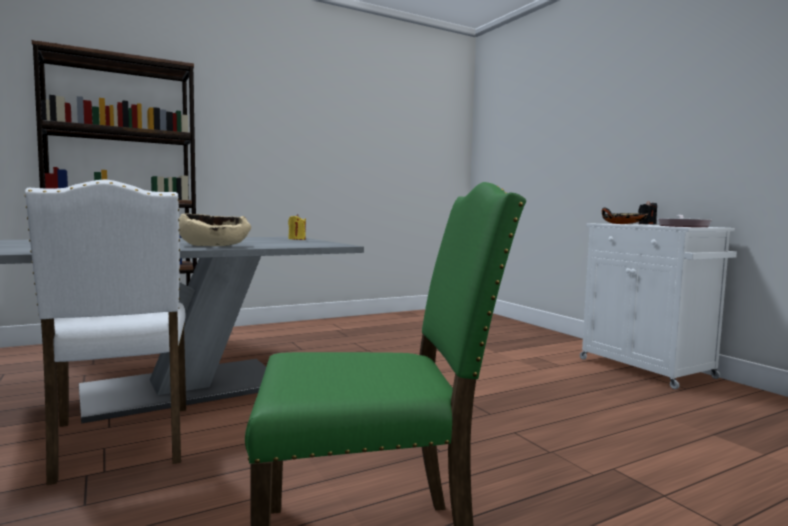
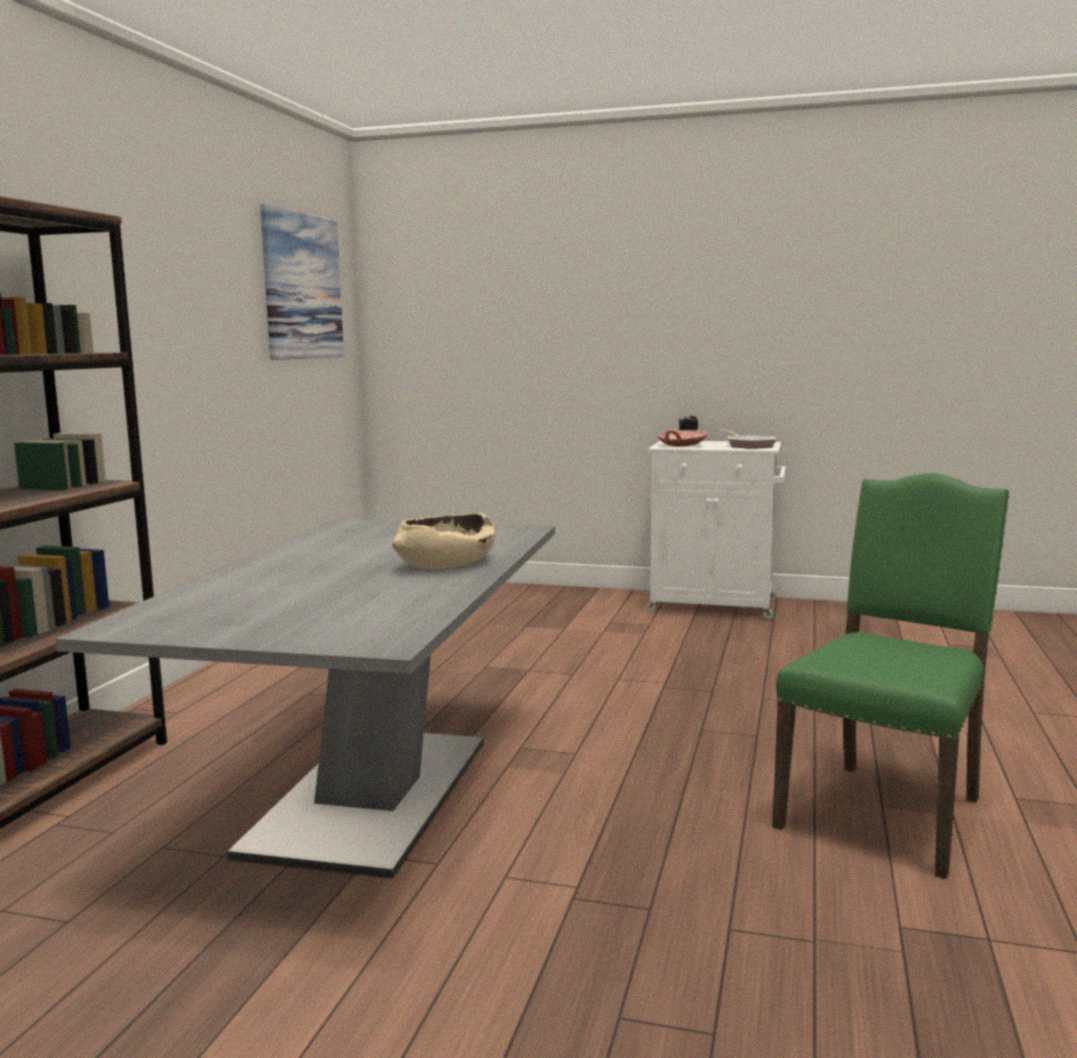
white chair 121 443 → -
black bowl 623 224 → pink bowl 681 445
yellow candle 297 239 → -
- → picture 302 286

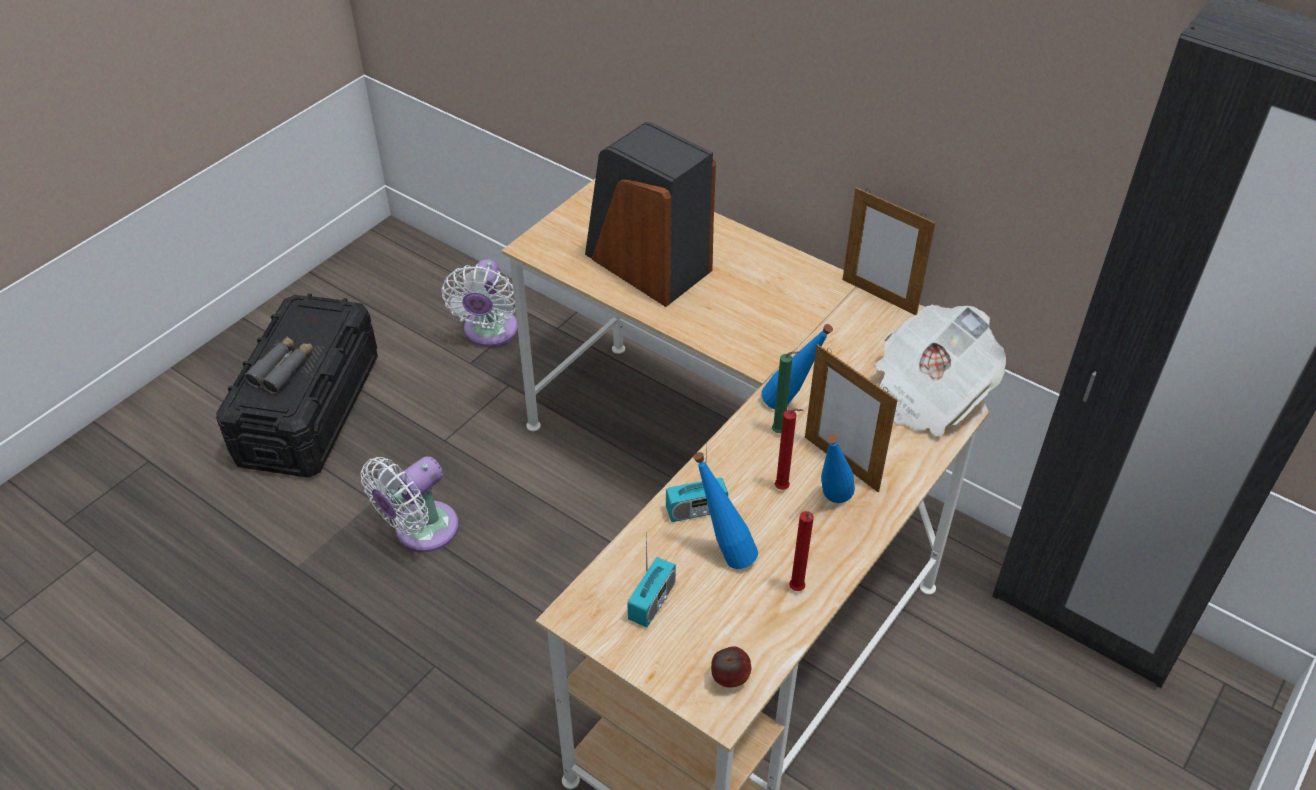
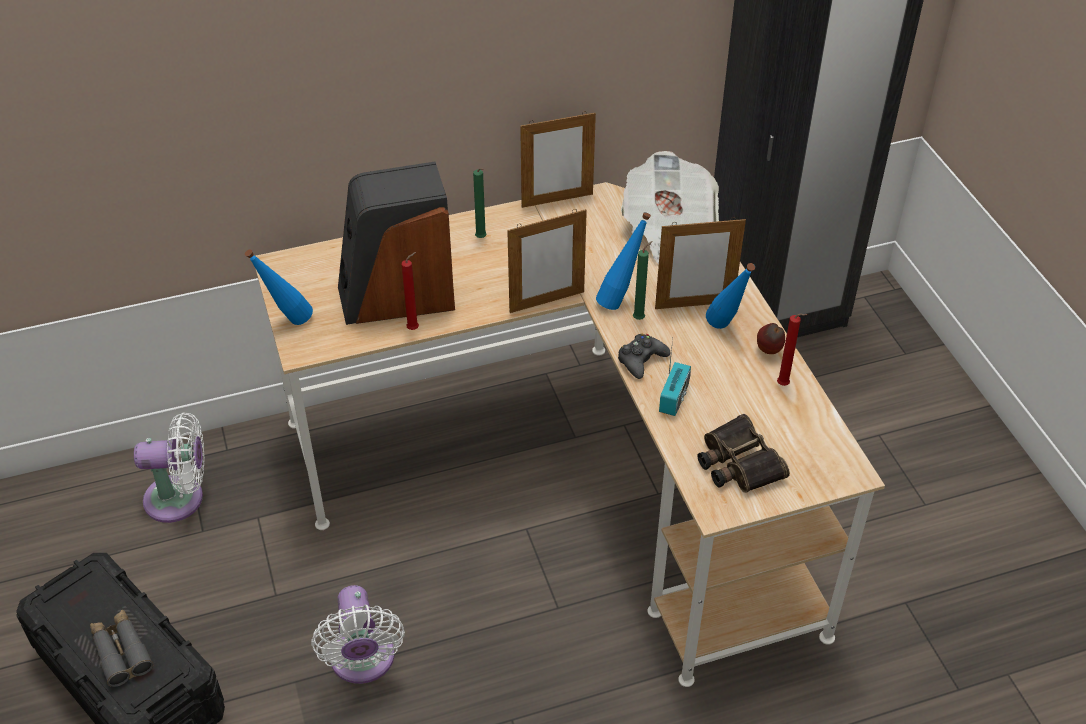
white fan 489 333 → white fan 180 499, 45 degrees counterclockwise
red candle 783 489 → red candle 415 328, relocated
blue bottle 723 553 → blue bottle 287 322, relocated
radio 652 602 → binoculars 737 463
apple 729 680 → apple 769 351, relocated
- → green candle 481 239
- → picture frame 547 302
- → black game controller 641 360

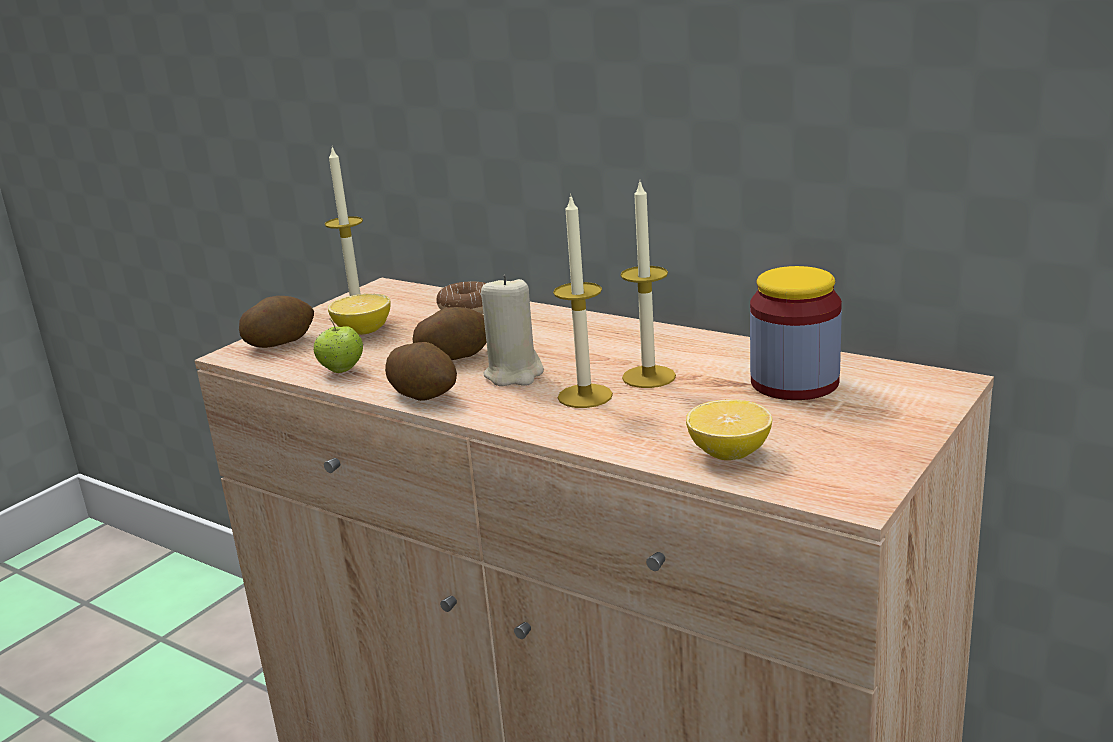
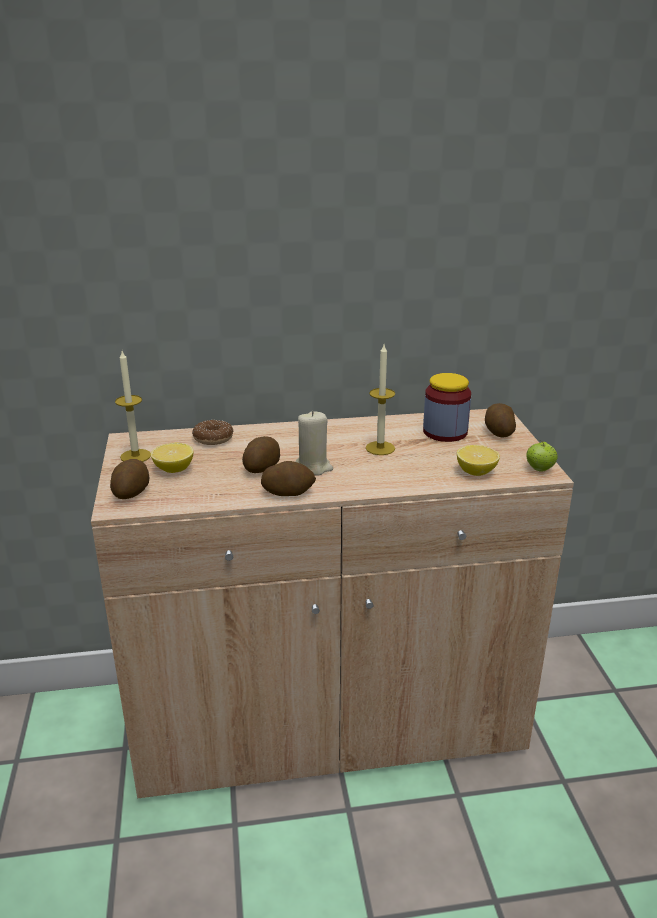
candle 585 396 → -
apple 342 370 → apple 540 469, relocated
- → potato 498 432

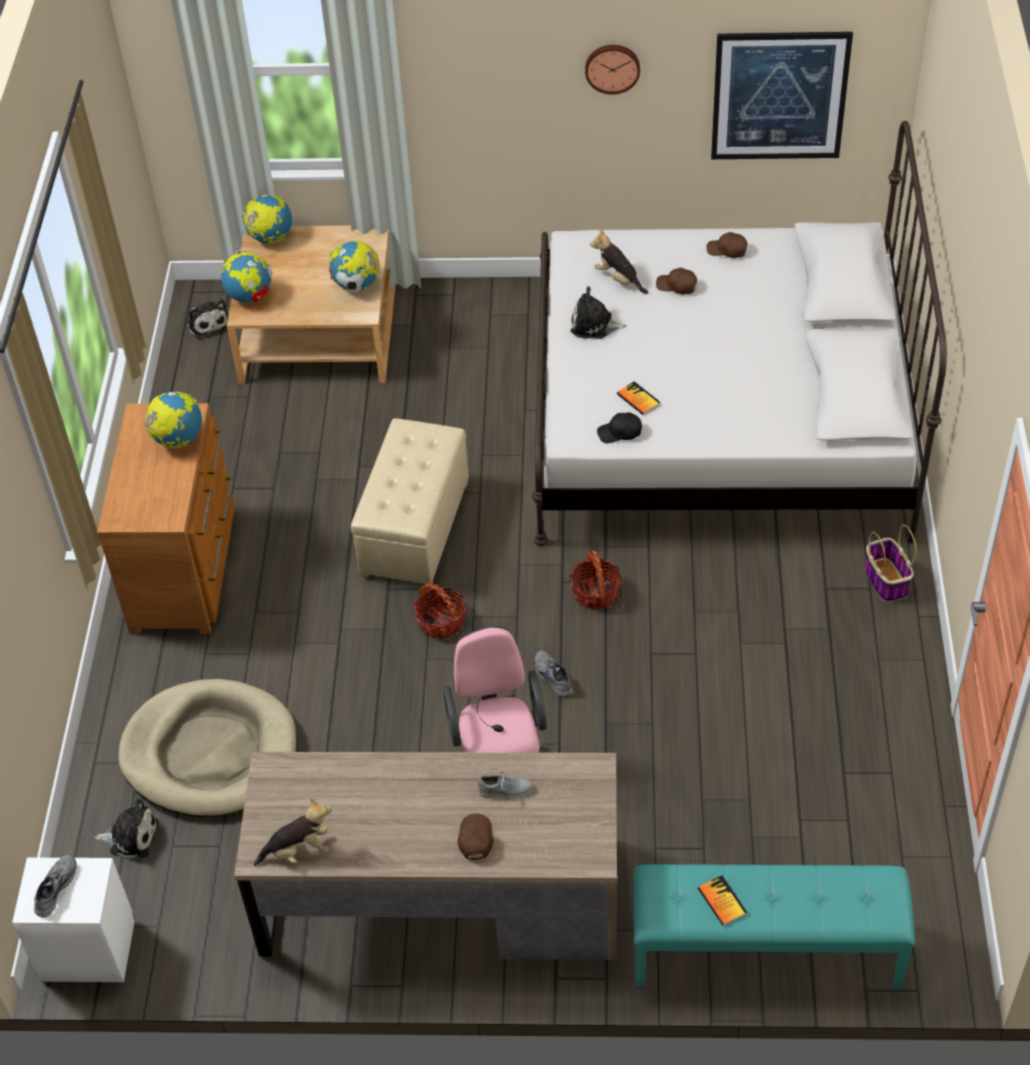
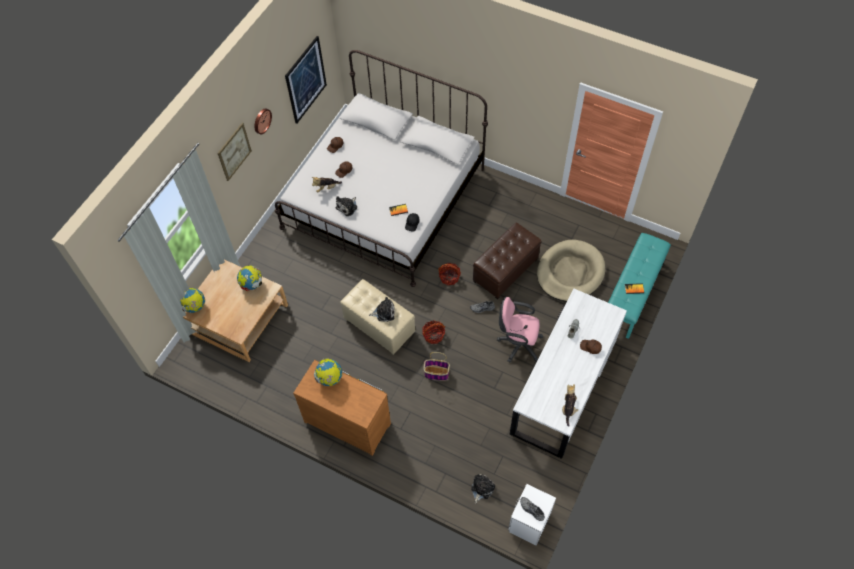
globe 250 297 → -
plush toy 207 323 → plush toy 384 312, relocated
basket 885 580 → basket 436 373, relocated
beige dog bed 210 753 → beige dog bed 570 272, relocated
brown desk 440 897 → white desk 564 386
- → picture 234 151
- → brown ottoman 506 270

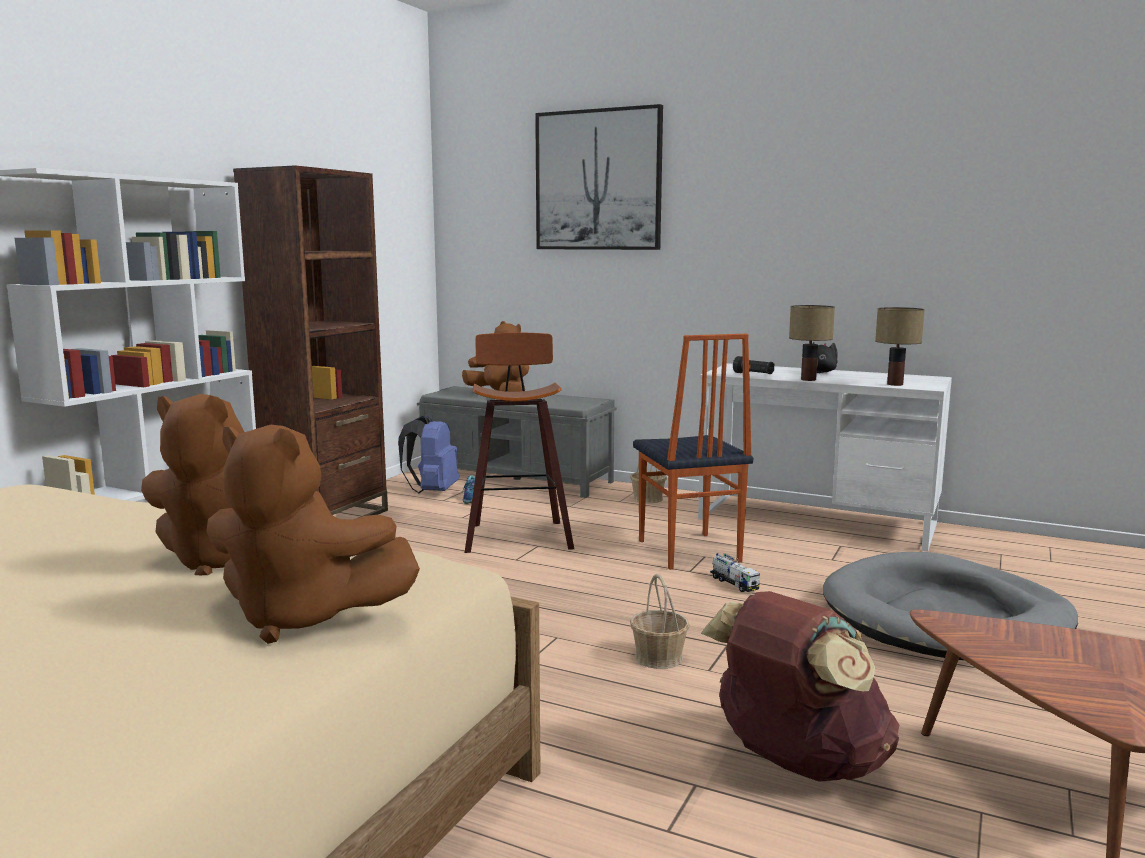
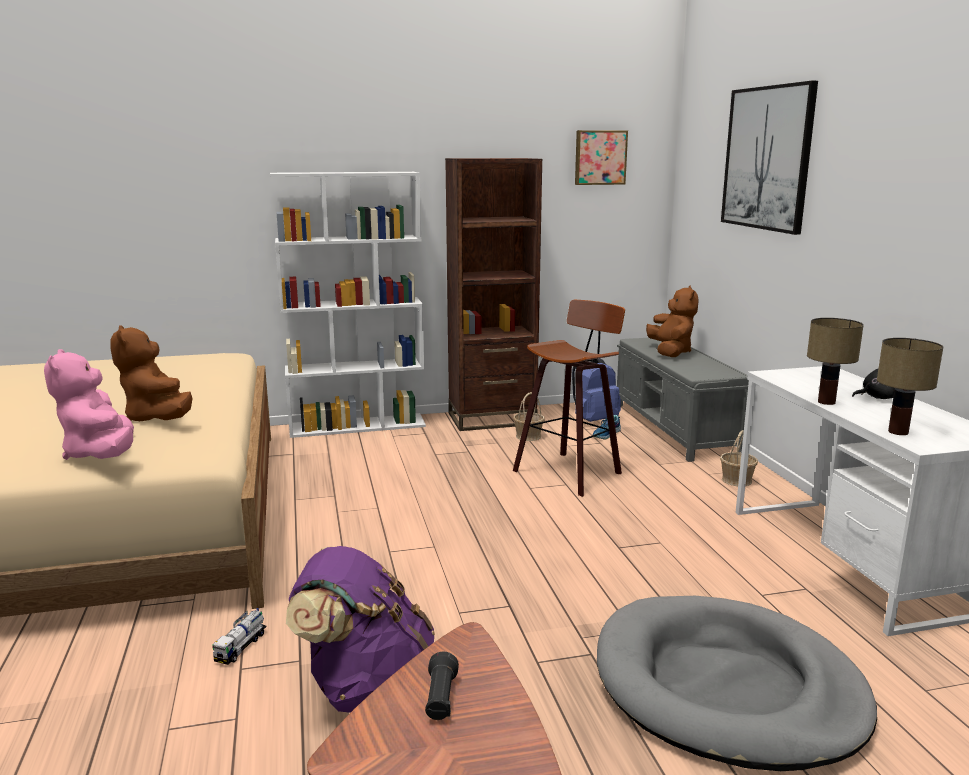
chair 687 551 → -
black flashlight 753 374 → black flashlight 440 699, relocated
brown plush toy 303 617 → pink plush toy 101 454
toy truck 734 583 → toy truck 241 647, relocated
basket 658 658 → basket 528 436, relocated
brown backpack 796 763 → purple backpack 365 688
- → picture 600 157

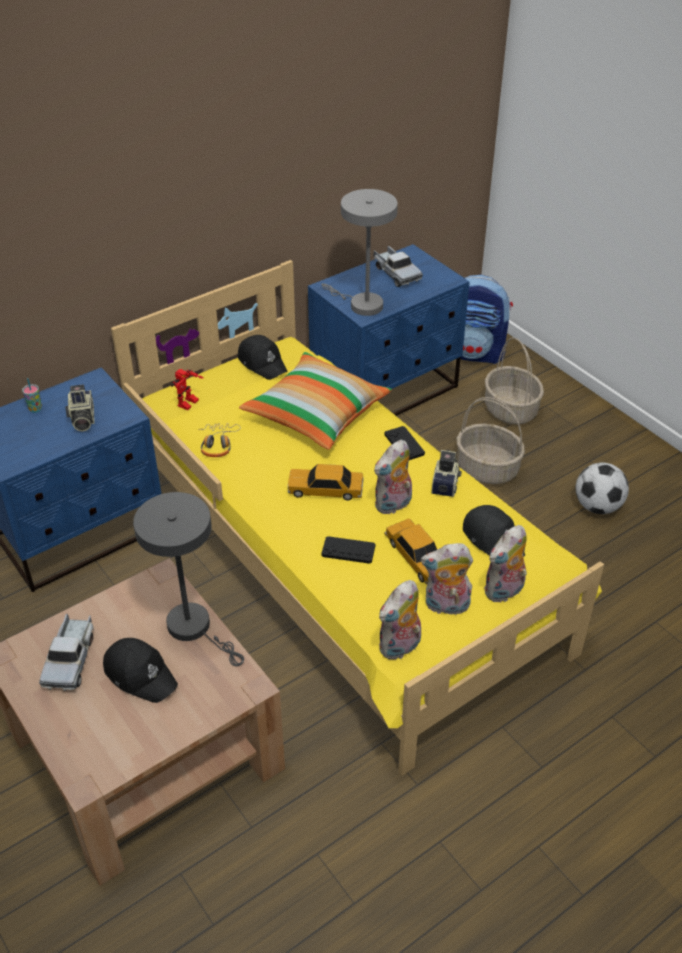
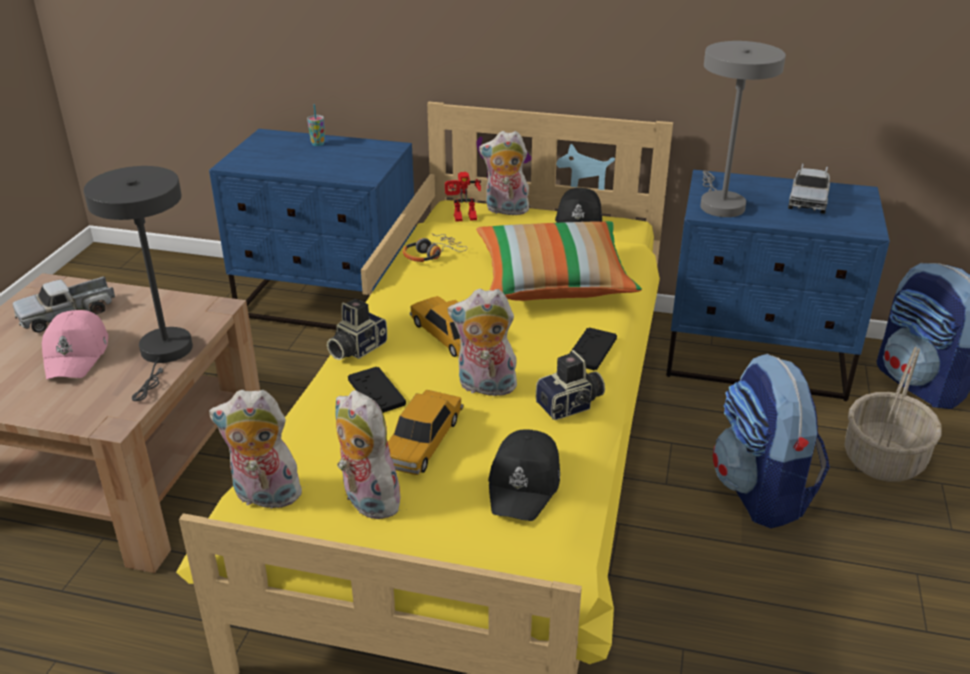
photo camera 82 419 → photo camera 356 348, relocated
basket 488 469 → backpack 761 492
football 597 506 → -
plush toy 504 592 → plush toy 505 210, relocated
black cap 140 674 → pink cap 77 355

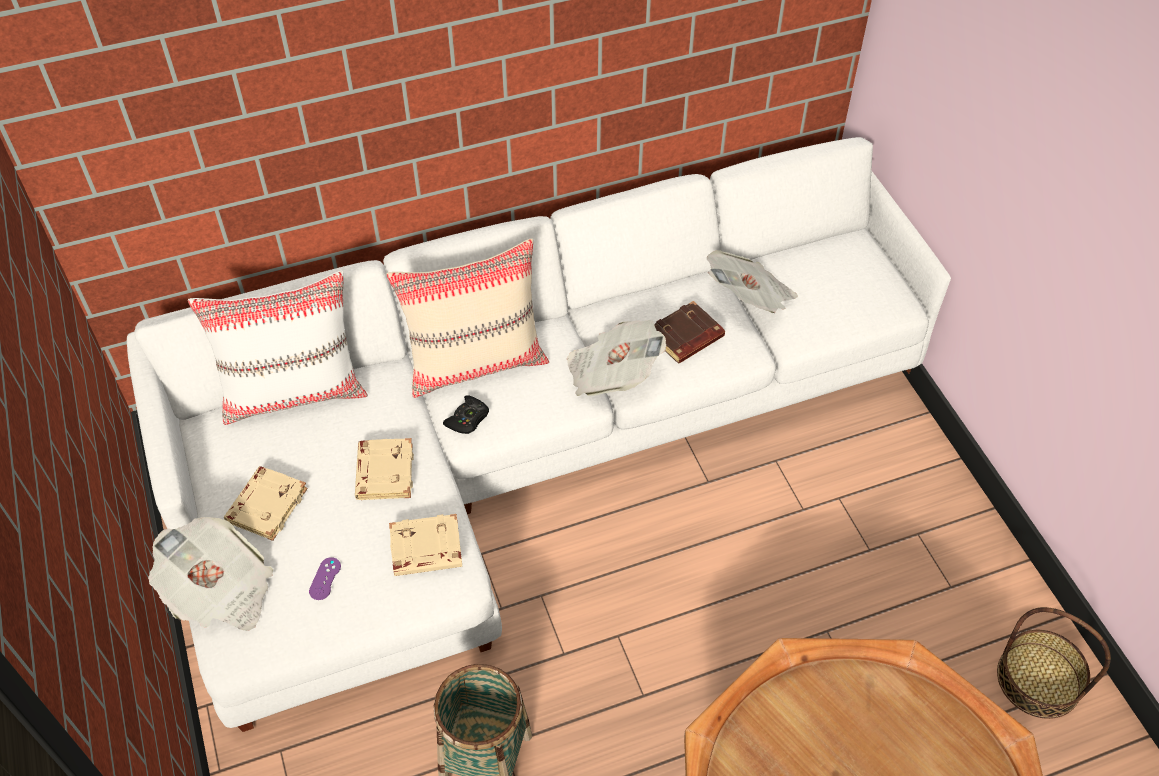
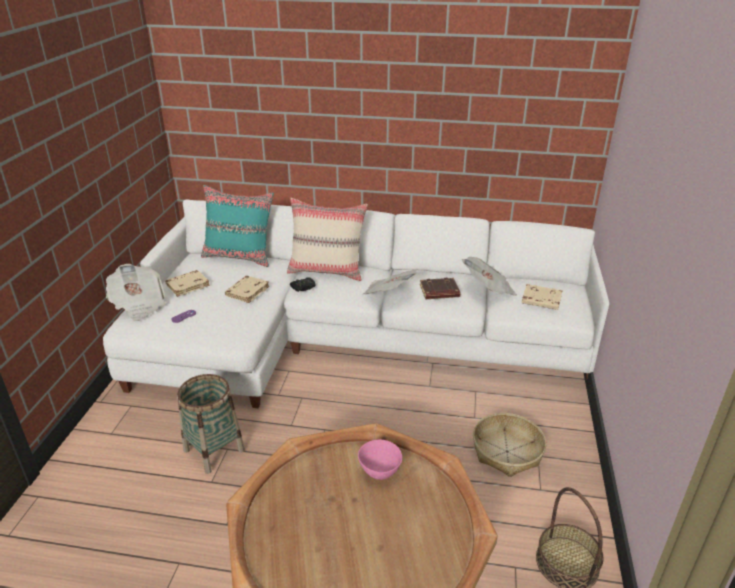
white pillow 294 392 → turquoise pillow 239 256
beige book 425 550 → beige book 540 300, relocated
- → basket 507 452
- → pink bowl 380 473

